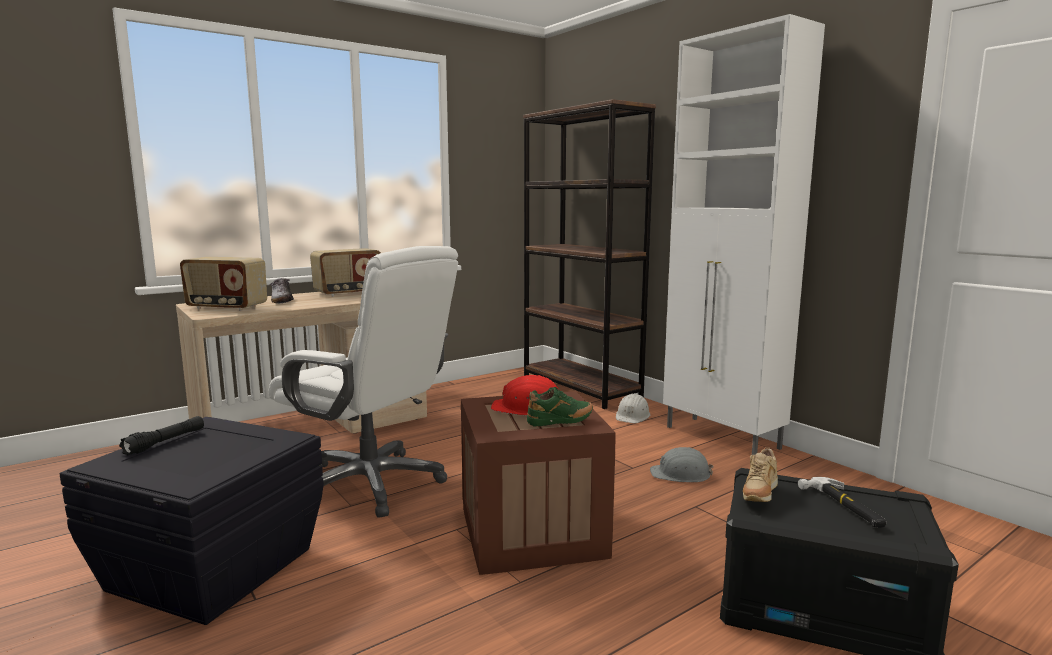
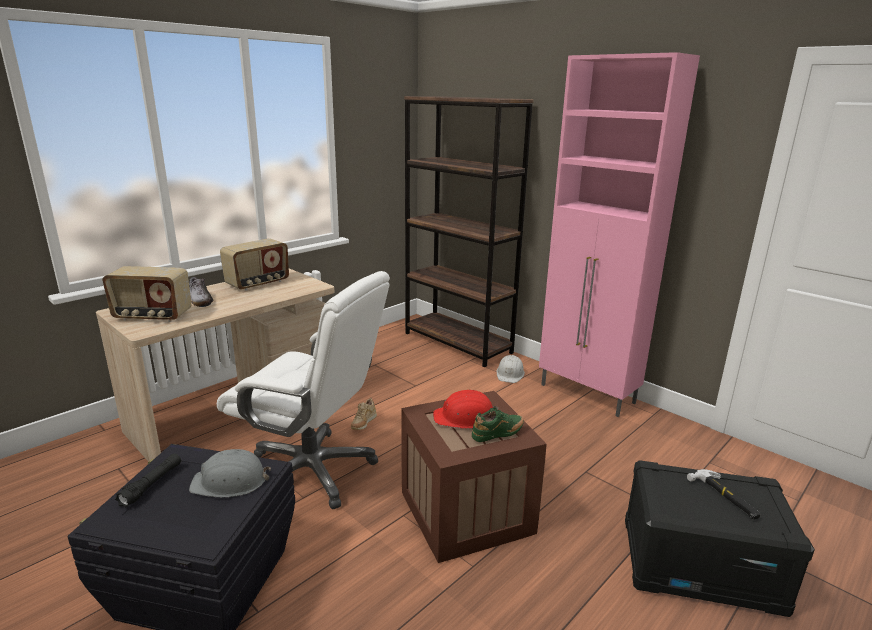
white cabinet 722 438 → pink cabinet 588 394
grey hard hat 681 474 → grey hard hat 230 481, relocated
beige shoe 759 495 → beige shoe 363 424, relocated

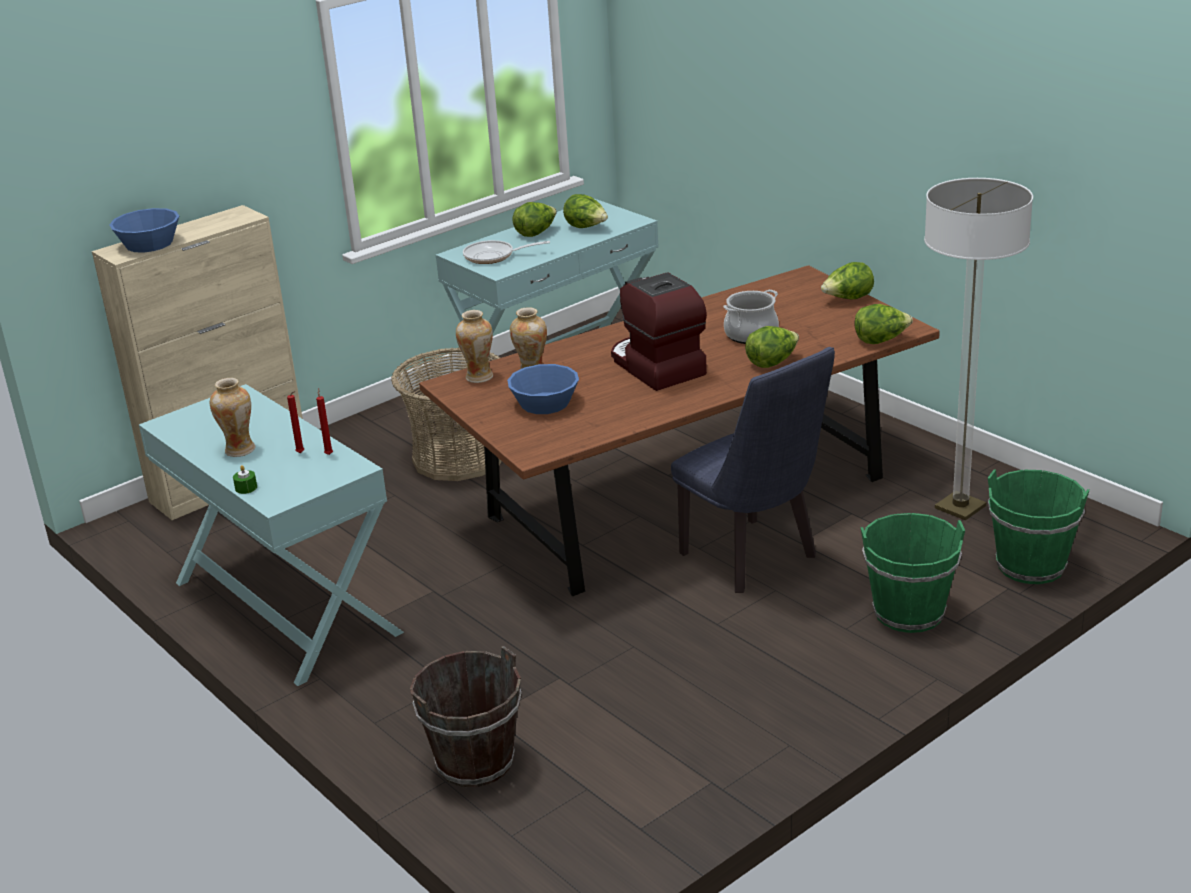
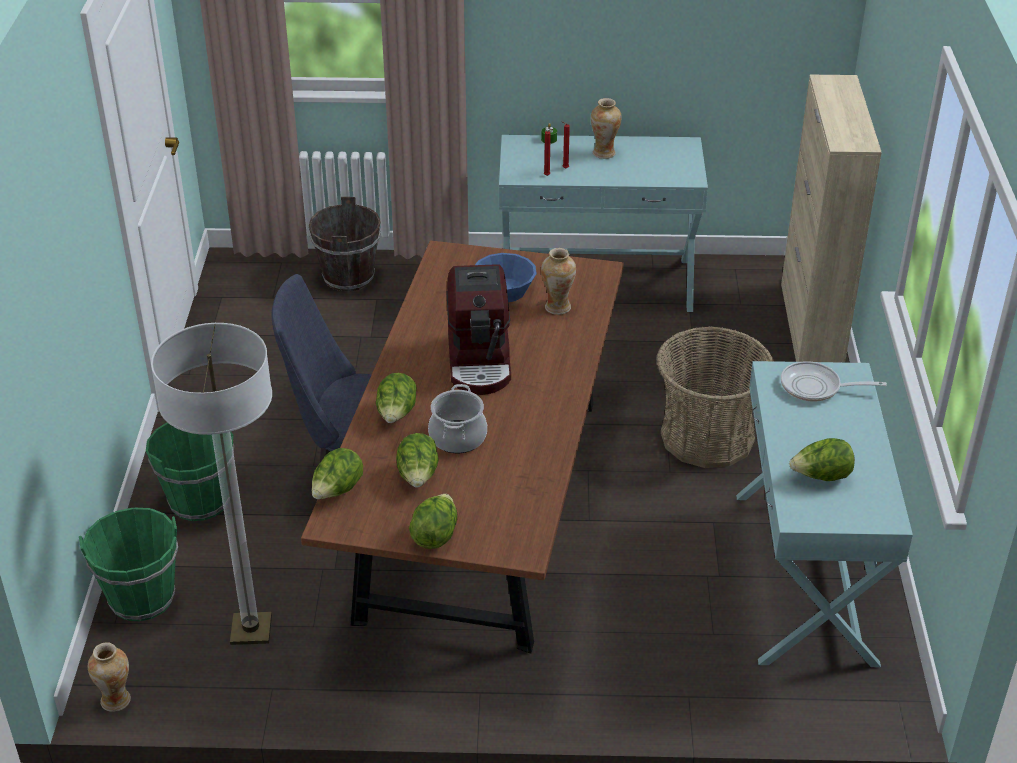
lettuce 536 233 → lettuce 418 477, relocated
blue bowl 149 244 → -
frying pan 493 256 → frying pan 816 387, 120 degrees counterclockwise
coffee machine 655 367 → coffee machine 480 361, 75 degrees clockwise
vase 479 377 → vase 116 700, relocated

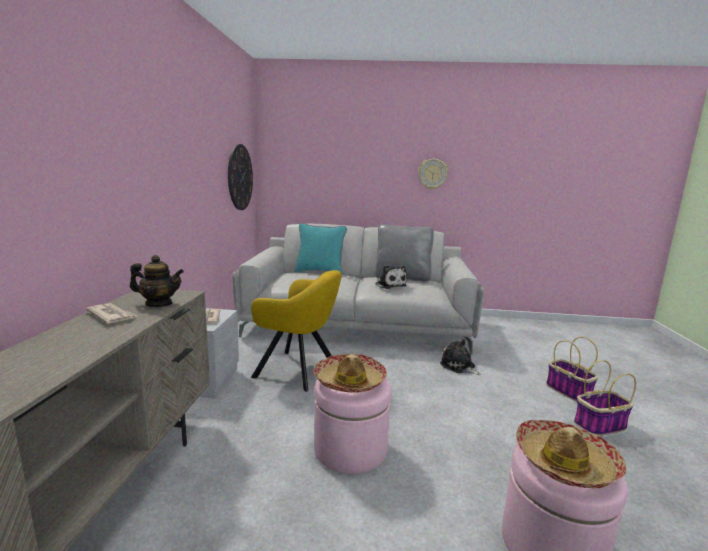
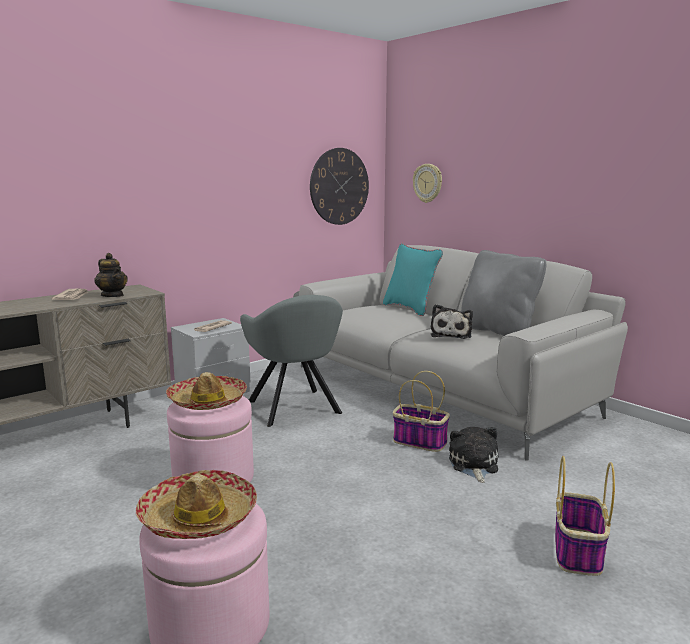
wall clock 432 174 → wall clock 428 183, relocated
yellow armchair 299 370 → grey armchair 295 409
basket 599 426 → basket 418 442, relocated

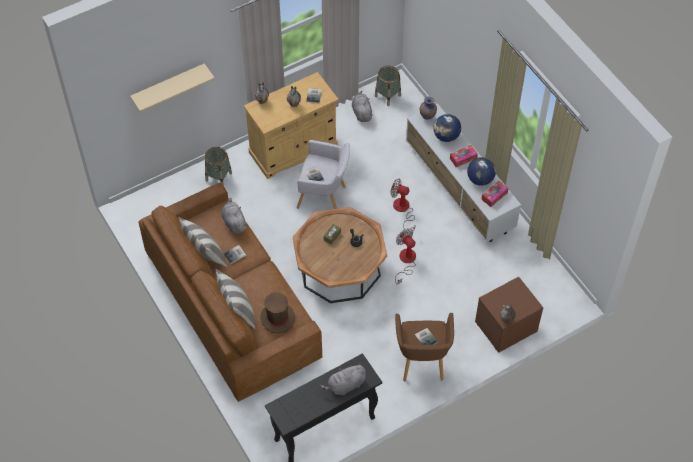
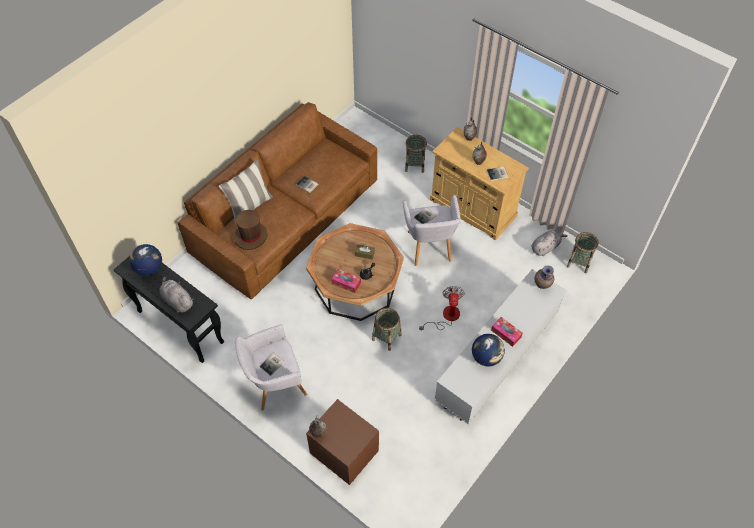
beige shelf 168 86 → -
globe 446 136 → globe 149 268, relocated
tissue box 494 196 → tissue box 346 283, relocated
grey plush toy 234 222 → -
pillow 204 254 → -
fan 406 261 → basket 386 337
brown armchair 422 363 → grey armchair 275 385

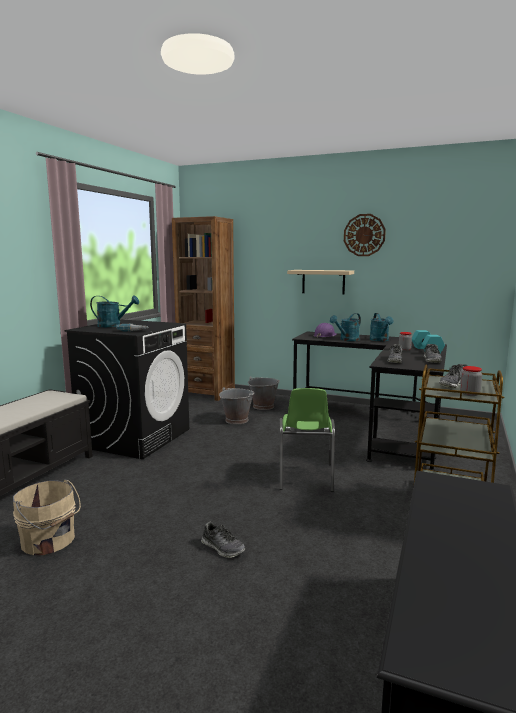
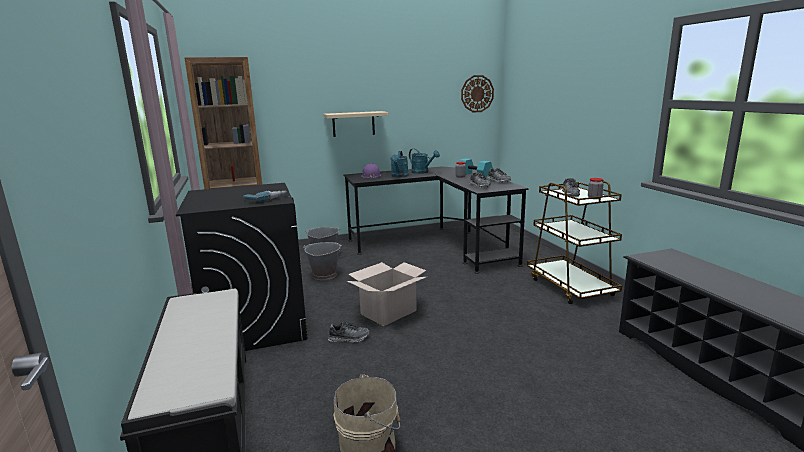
wall clock 364 235 → wall clock 477 93, relocated
turquoise watering can 113 325 → -
green chair 305 477 → -
shoe 223 548 → shoe 348 338, relocated
- → cardboard box 388 312

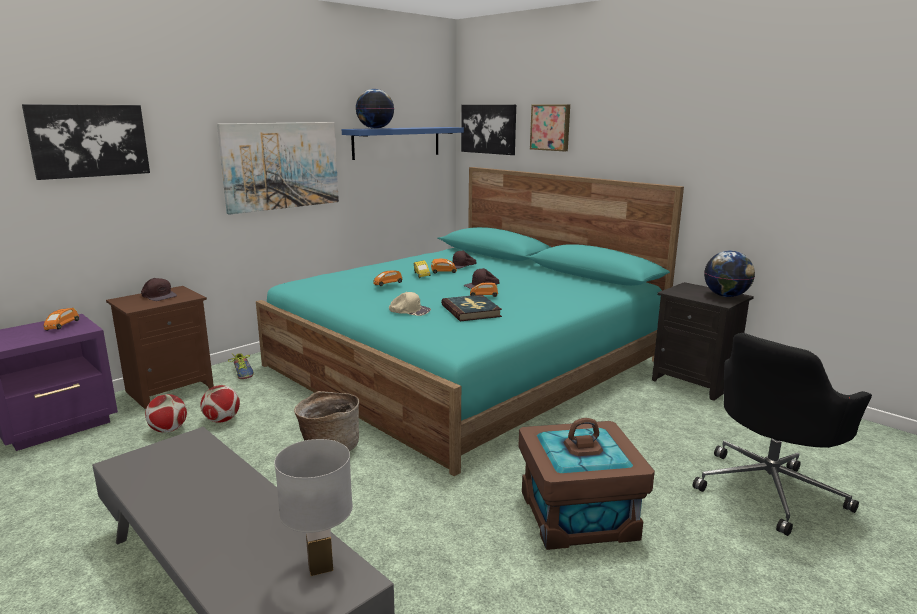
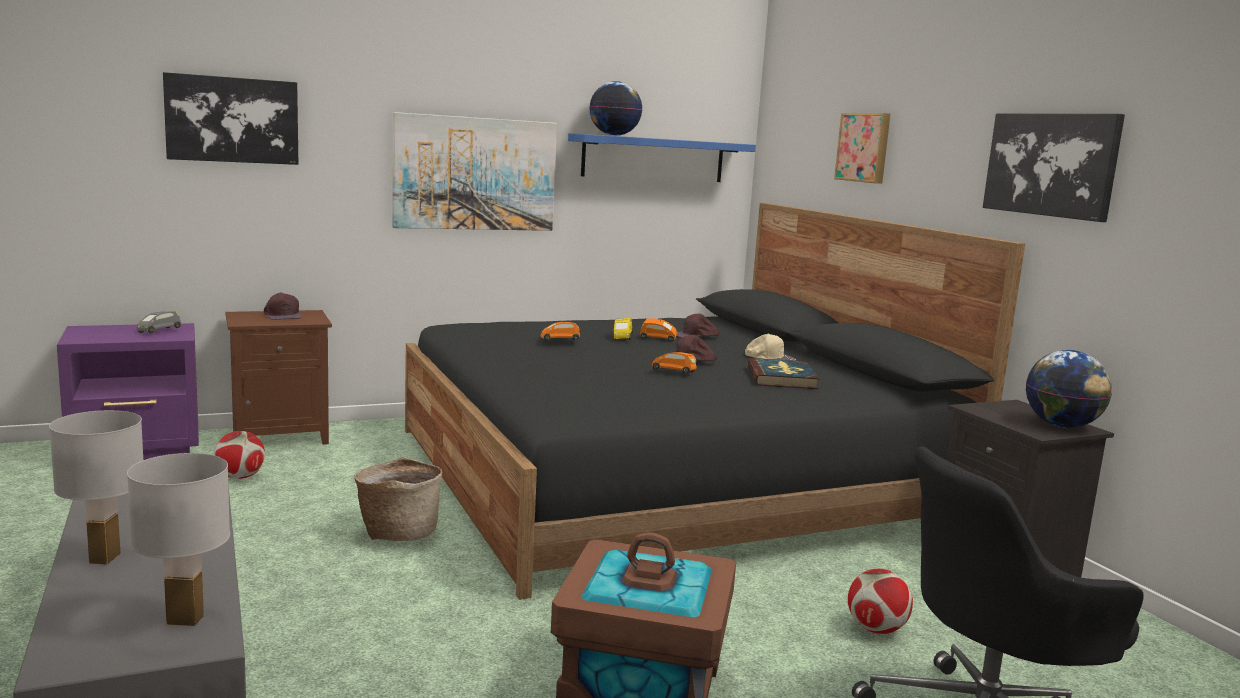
picture 489 129 → picture 1051 165, relocated
turquoise bed 466 363 → black bed 667 476
beige cap 409 310 → beige cap 769 357, relocated
book 471 311 → book 782 378, relocated
orange toy car 62 326 → grey toy car 159 331
shoe 243 373 → -
football 222 420 → football 876 629, relocated
- → white table lamp 105 558

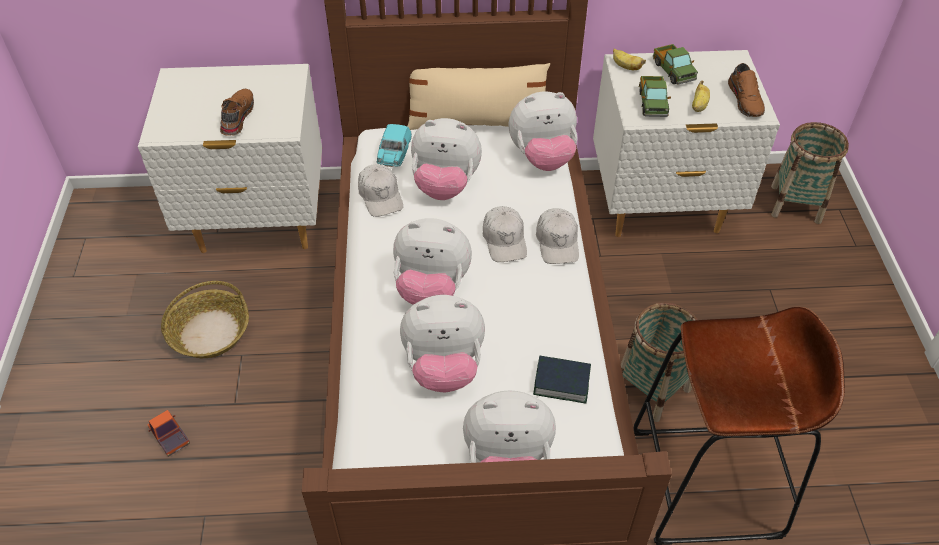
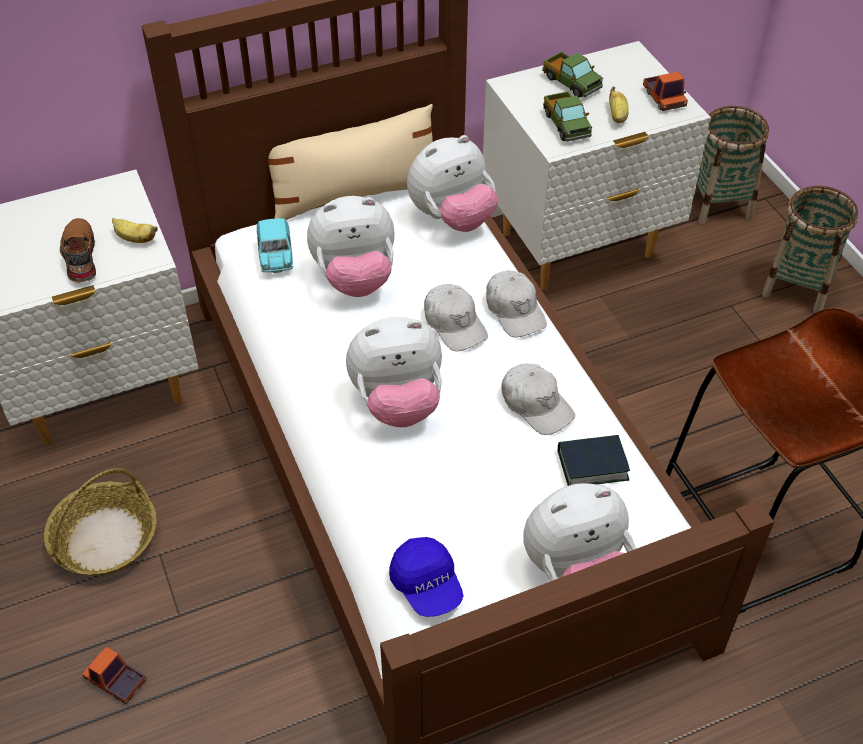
banana 625 67 → banana 135 239, relocated
brown shoe 746 100 → toy truck 663 98
white cap 380 196 → white cap 536 405, relocated
plush toy 444 367 → -
basket 651 388 → basket 798 286, relocated
- → blue cap 427 585

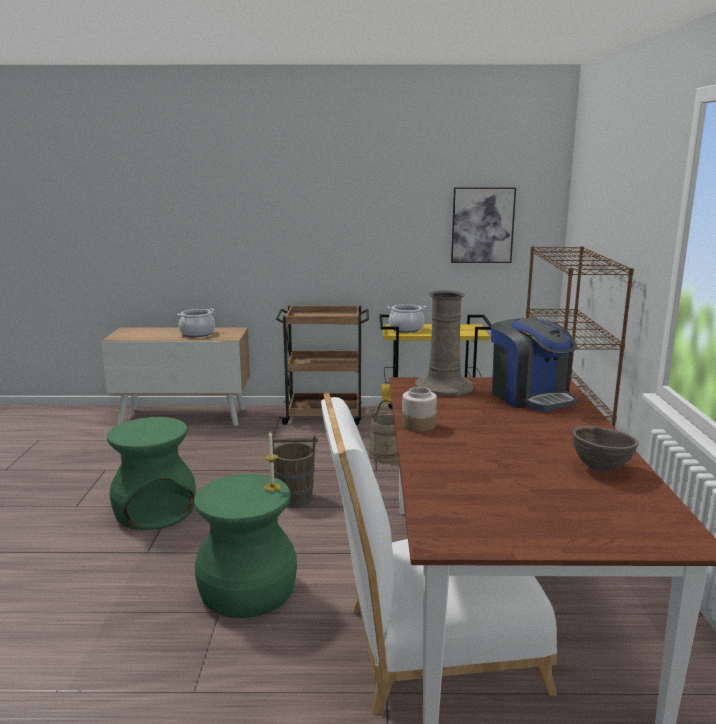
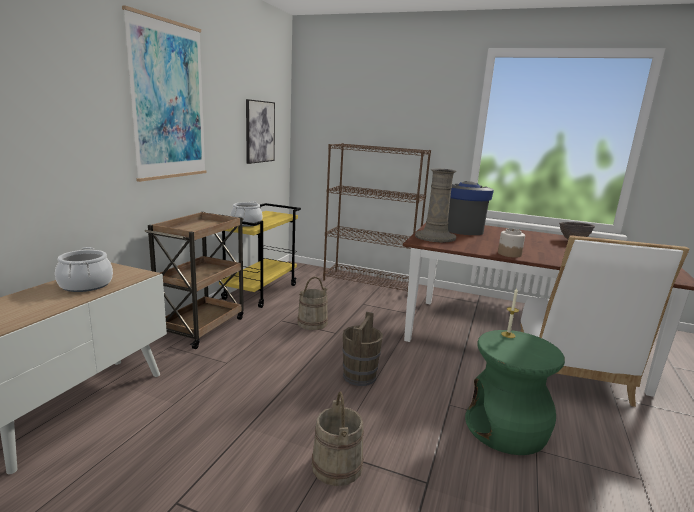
coffee machine 530 397 → coffee machine 463 229, 75 degrees counterclockwise
green stool 155 511 → beige bucket 336 466
- → picture 168 101

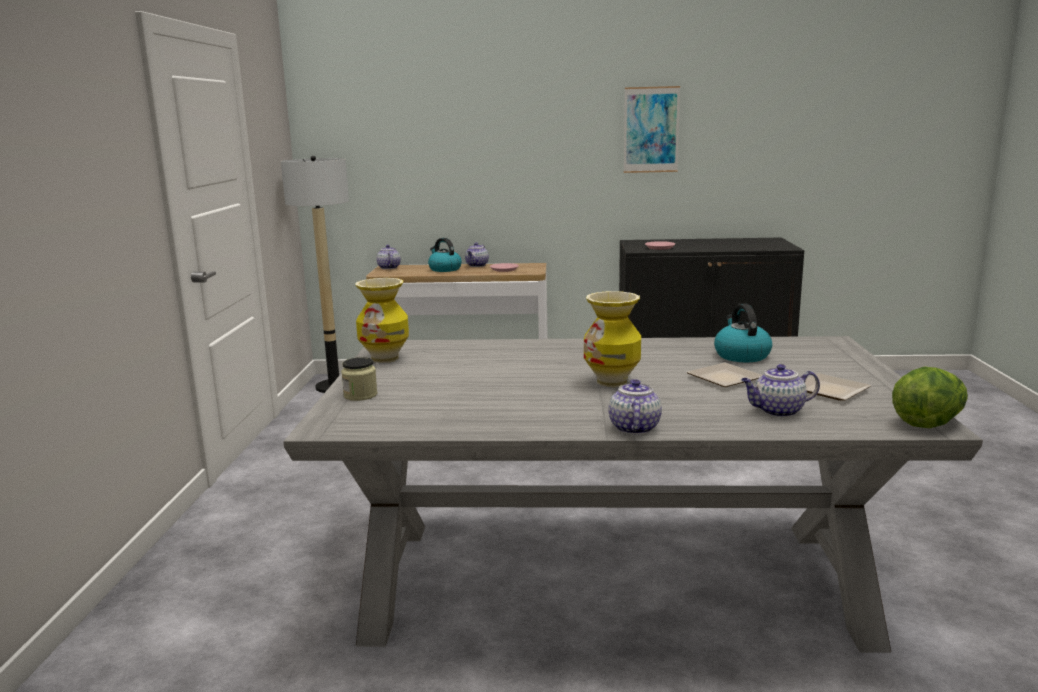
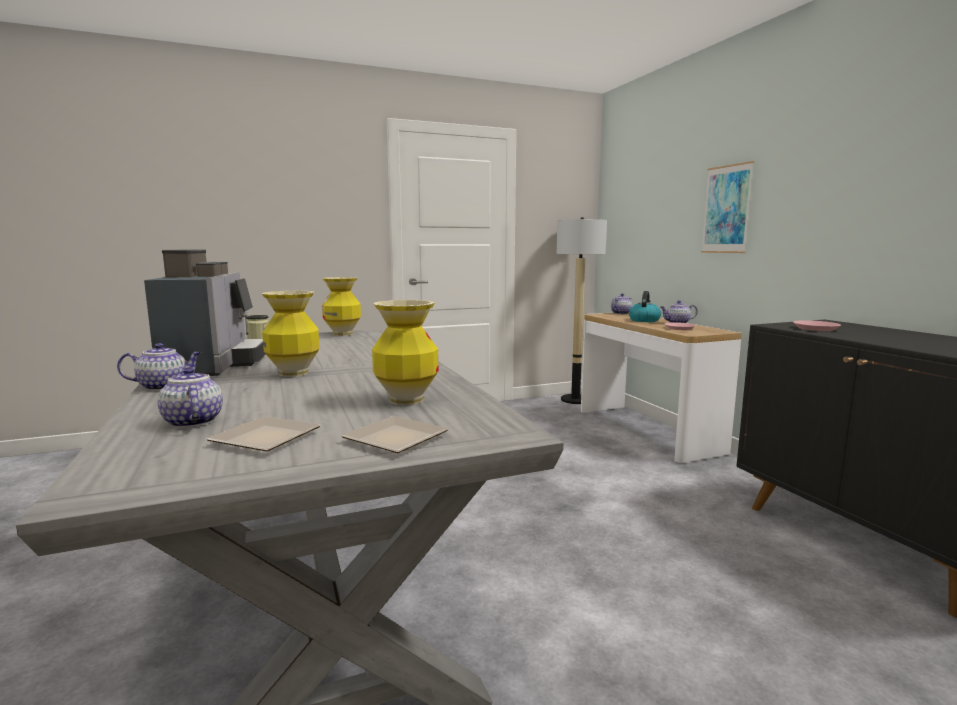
picture 651 130 → picture 726 209, relocated
kettle 741 355 → vase 406 400
plate 727 379 → plate 396 440, relocated
lettuce 928 422 → -
- → coffee machine 214 365

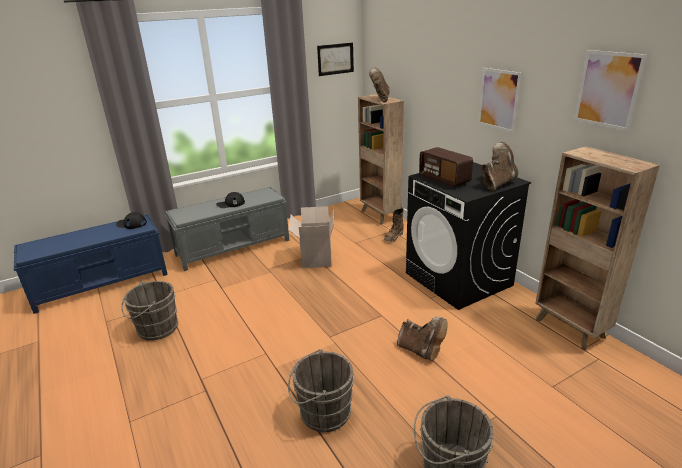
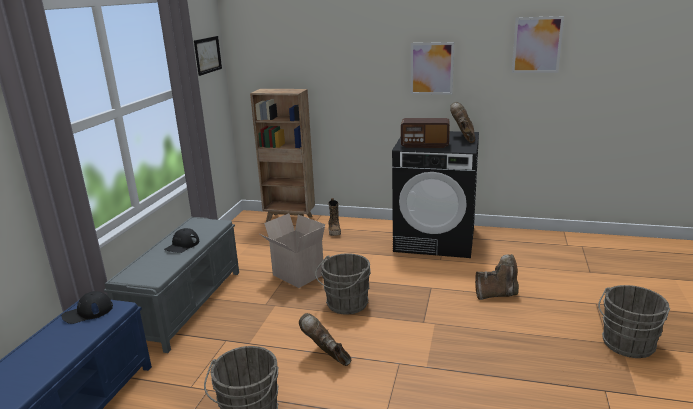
brown boot 380 99 → brown boot 327 356, relocated
brown bookcase 570 329 → -
grey bucket 322 413 → grey bucket 345 304, relocated

